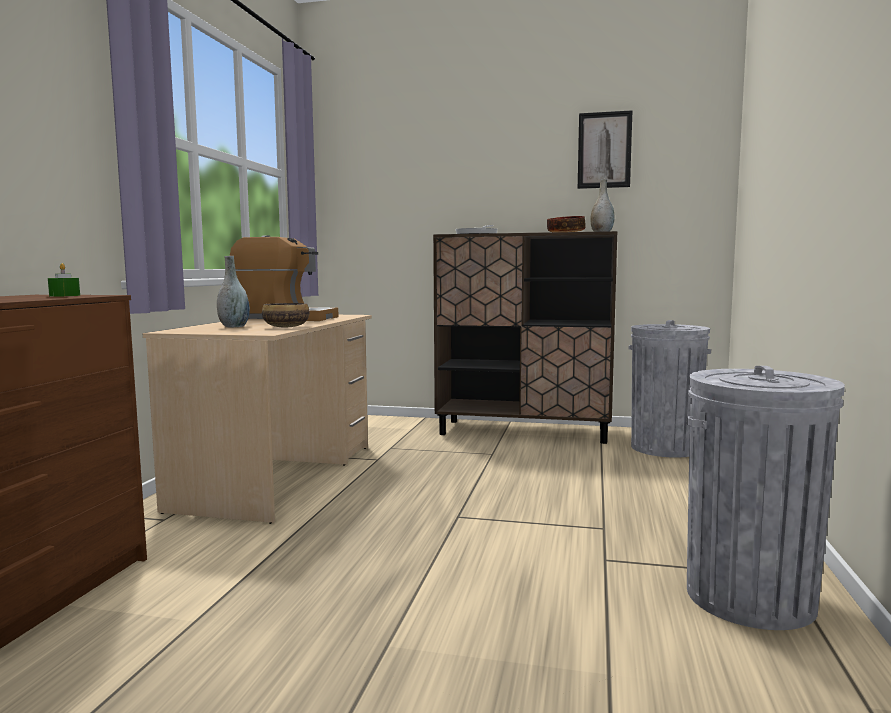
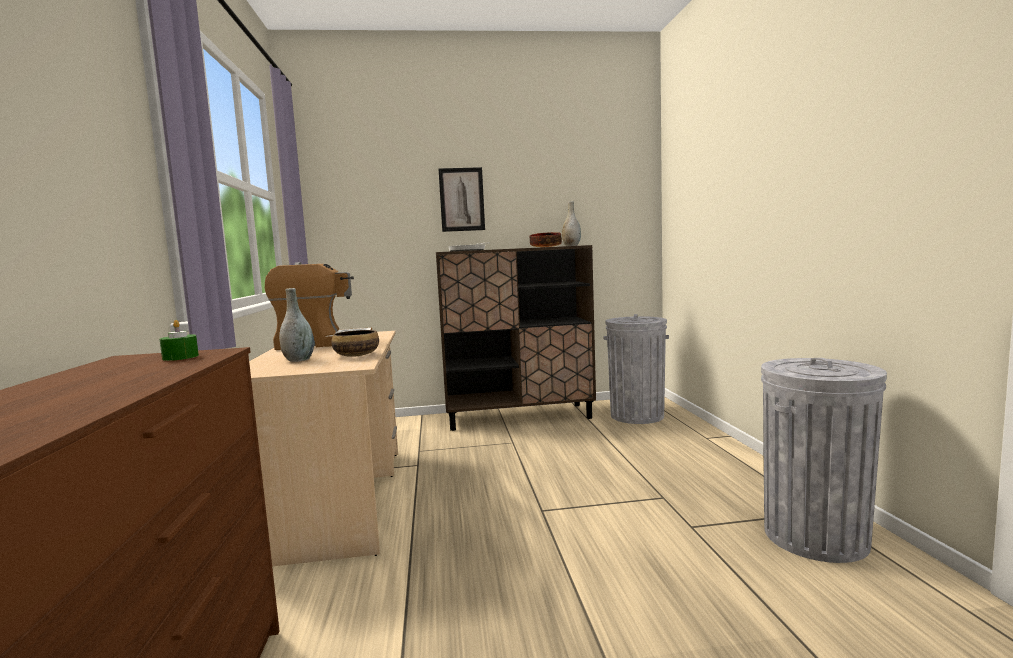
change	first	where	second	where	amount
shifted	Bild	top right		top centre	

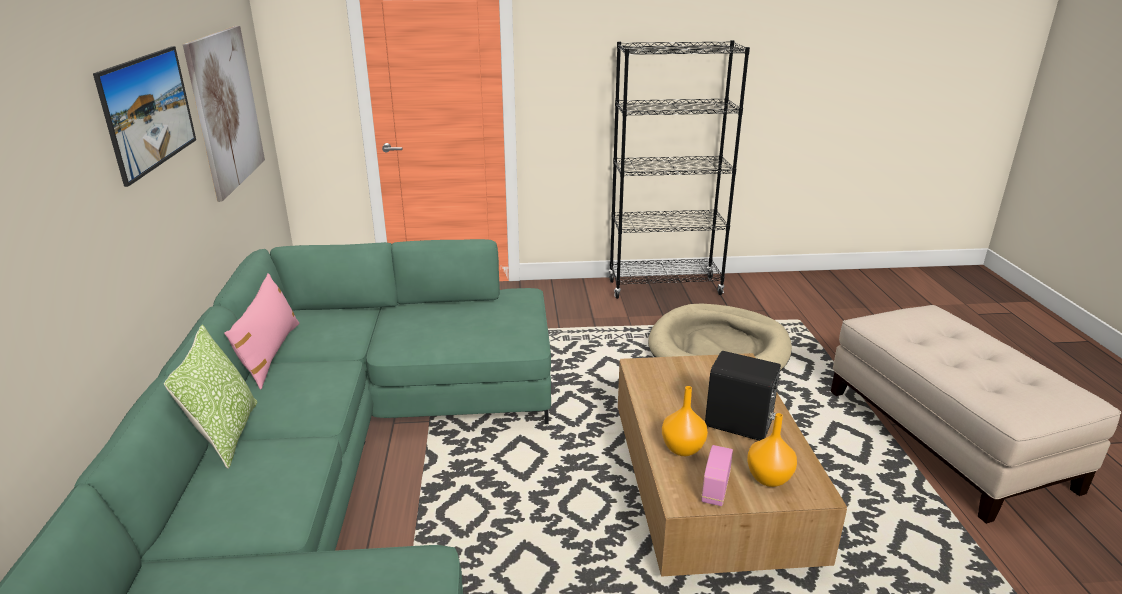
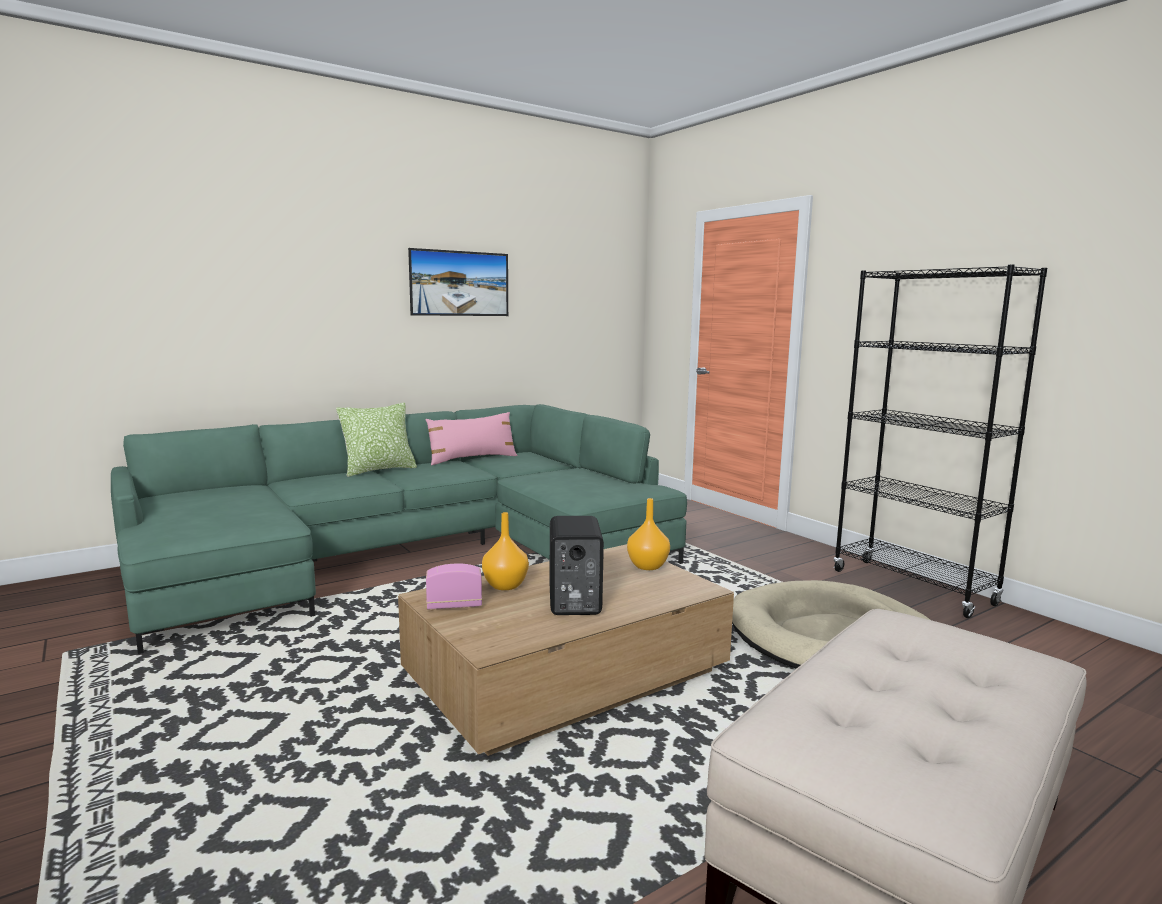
change	first	where	second	where	amount
gone	Bild (no. 2 from left)	top left			
shifted	Vase (orange) (no. 2 from left)	bottom right		centre	

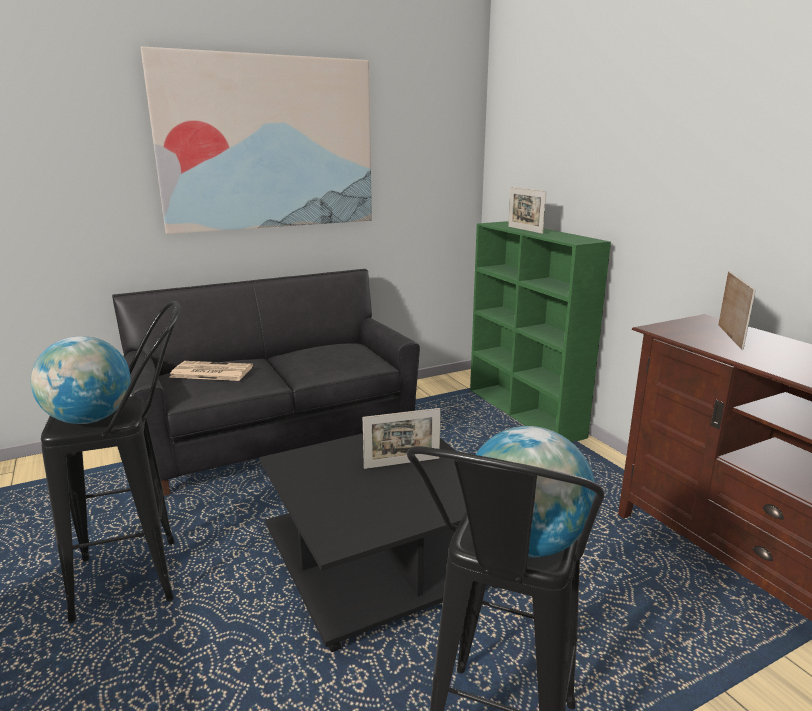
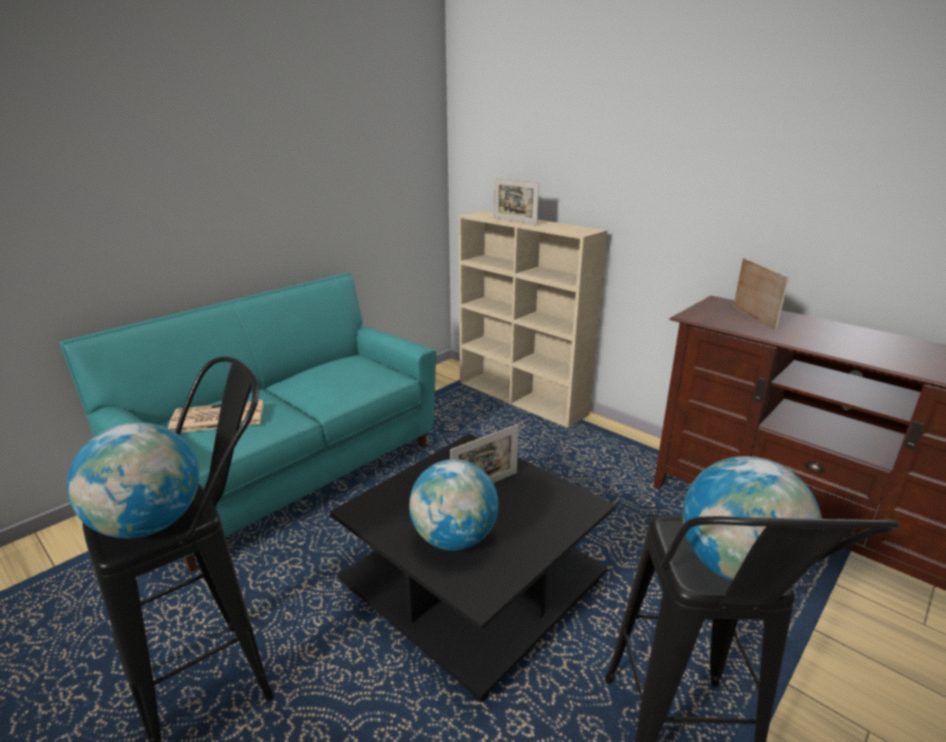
change	first	where	second	where	amount
gone	Bild	top left			
new			Globus (no. 2 from left)	bottom centre	
repainted	Sofa (schwarz)	middle left	Sofa (türkis)	middle left	
repainted	Bücherregal (grün)	centre	Bücherregal (beige)	centre	

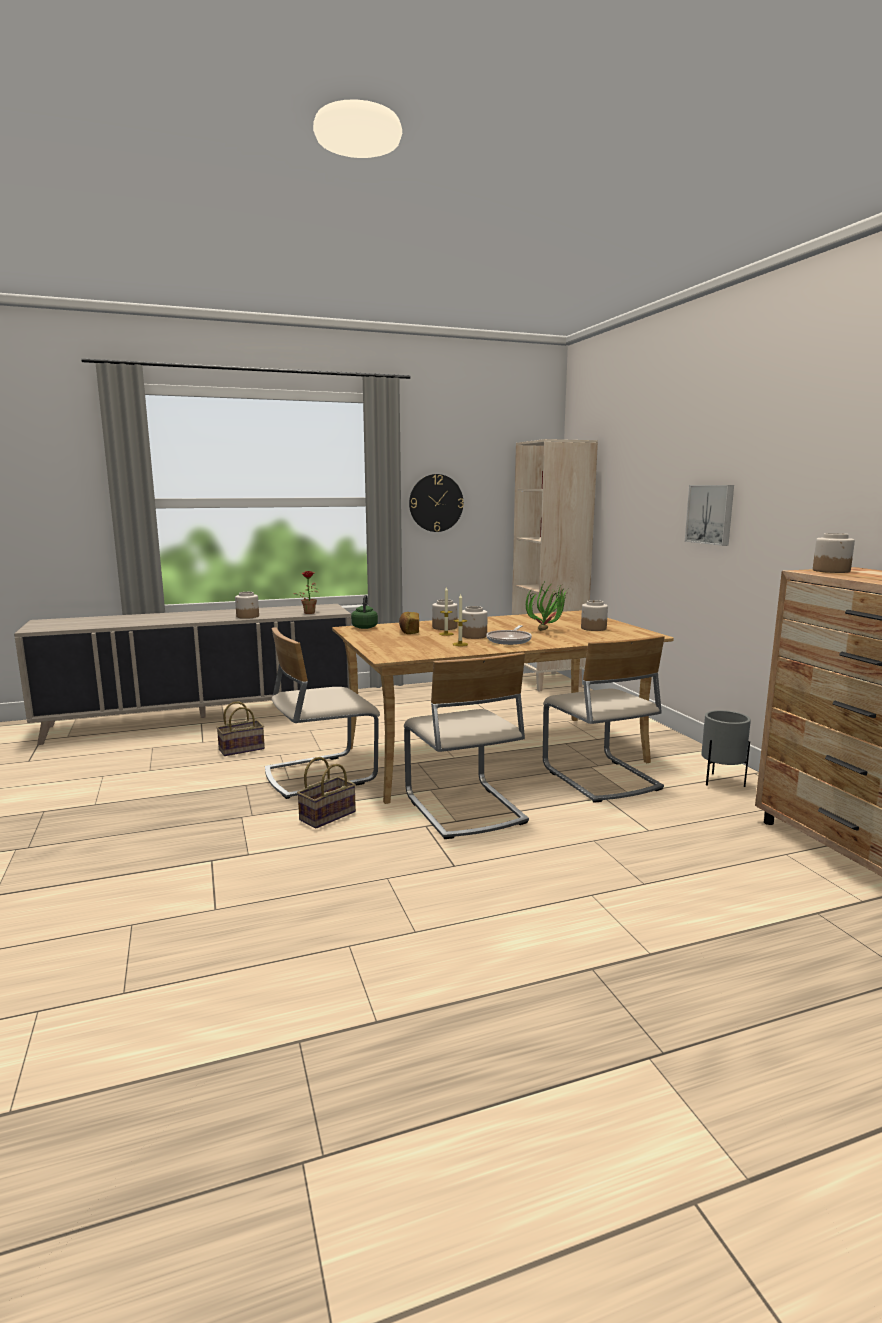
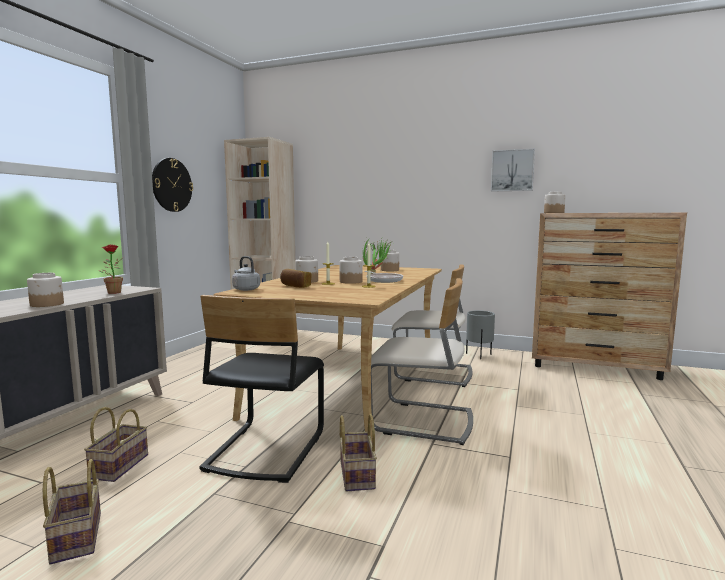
change	first	where	second	where	amount
new			Korb (no. 1 from left)	bottom left	
shifted	Bild	middle right		top right	
repainted	Stuhl (beige) (no. 1 from left)	centre	Stuhl (schwarz)	bottom centre	
repainted	Wasserkessel (grün)	centre	Wasserkessel (grau)	centre	

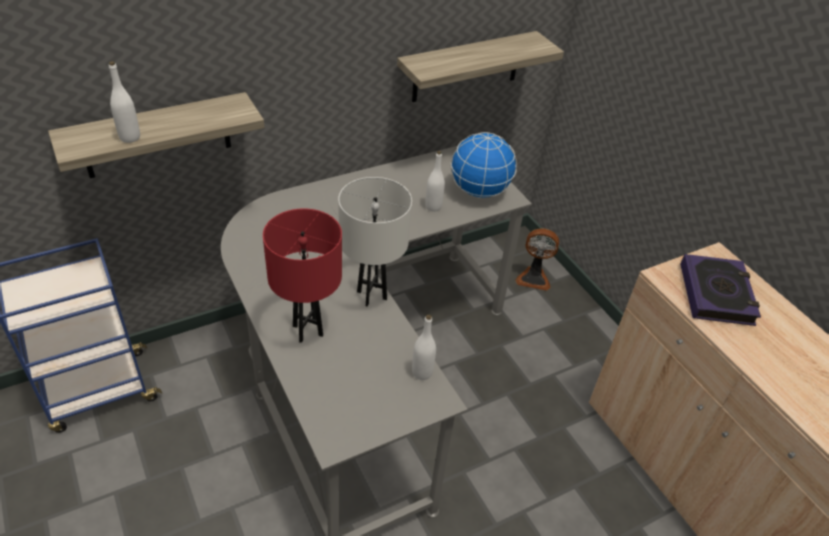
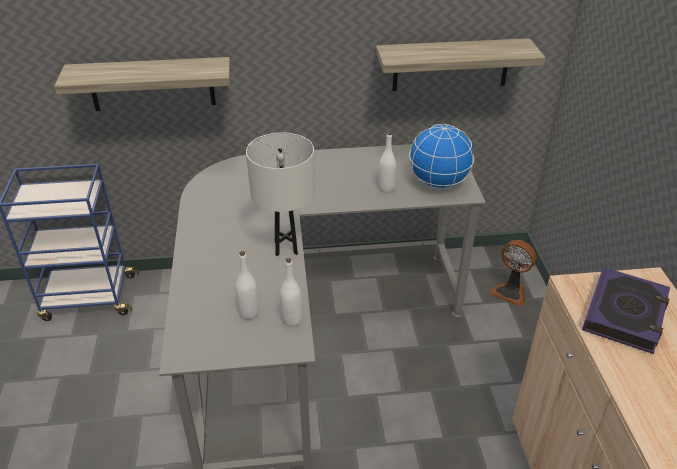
change	first	where	second	where	amount
gone	Tischlampe (rot)	centre			
shifted	Flasche (weiß) (no. 1 from left)	top left		centre	

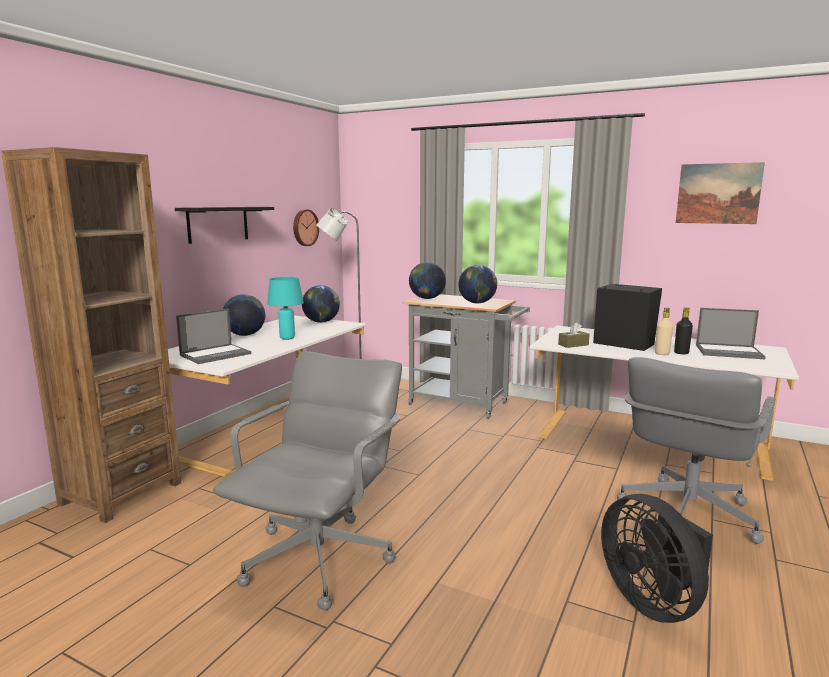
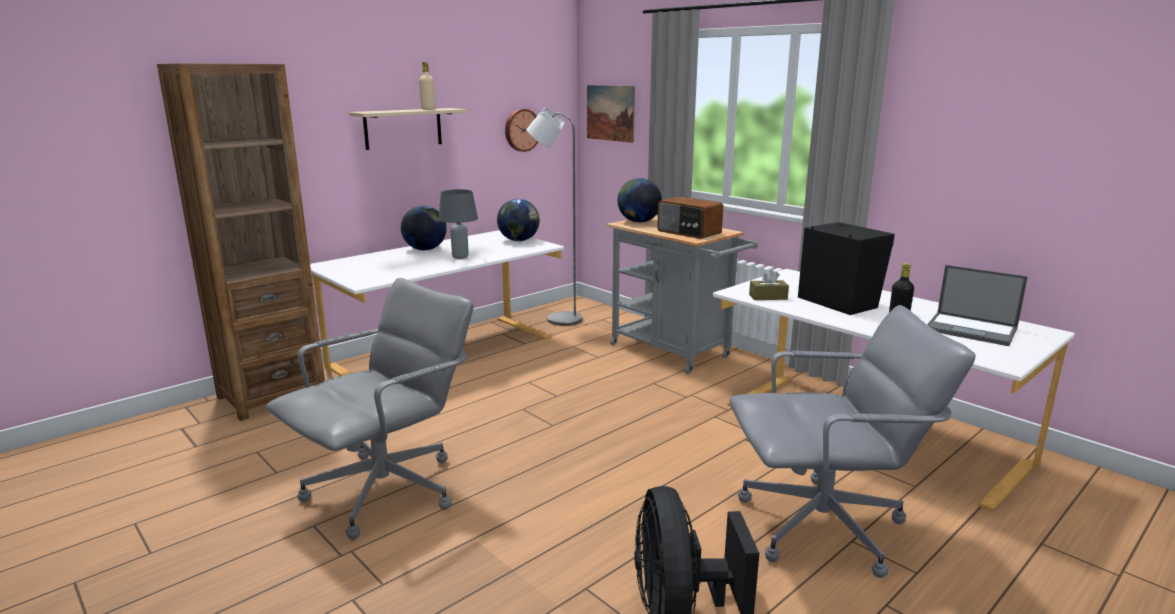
change	first	where	second	where	amount
gone	Laptop (no. 1 from left)	middle left			
shifted	Flasche (beige)	middle right		top centre	
shifted	Bild	top right		top centre	
swapped	Globus (no. 4 from left)	centre	Radio	centre	
repainted	Wandregal (schwarz)	top left	Wandregal (beige)	top centre	
repainted	Tischlampe (türkis)	centre	Tischlampe (grau)	centre	
rotated	Bürostuhl (grau) (no. 2 from left)	middle right		bottom right	150 degrees counterclockwise

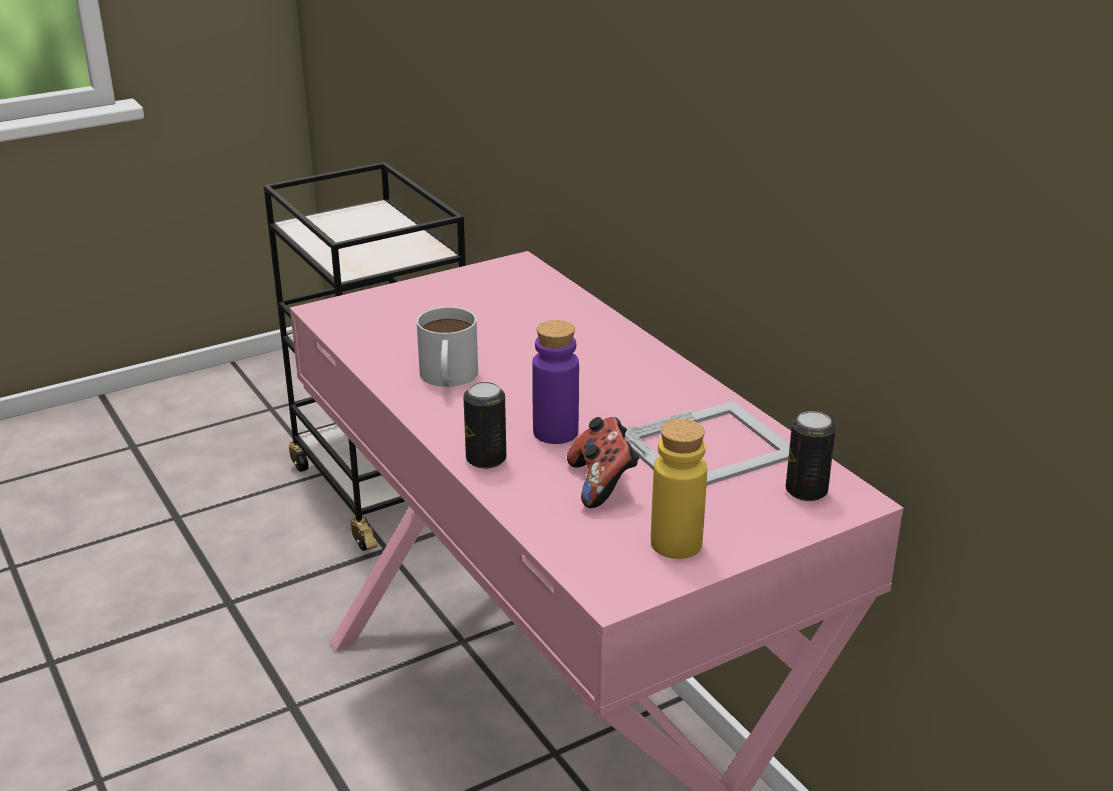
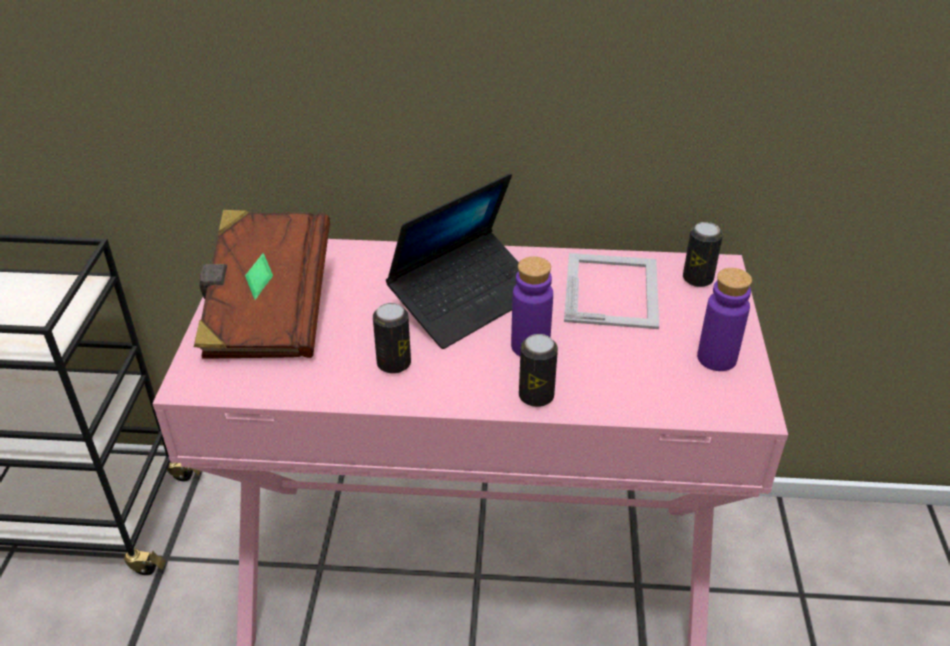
change	first	where	second	where	amount
gone	Gamepad	centre			
new			Buch (braun)	middle left	
new			Laptop	centre	
swapped	Henkelbecher (weiß)	centre	Dose (no. 1 from left)	centre	
repainted	Flasche (gelb)	centre	Flasche (lila) (no. 2 from left)	middle right	

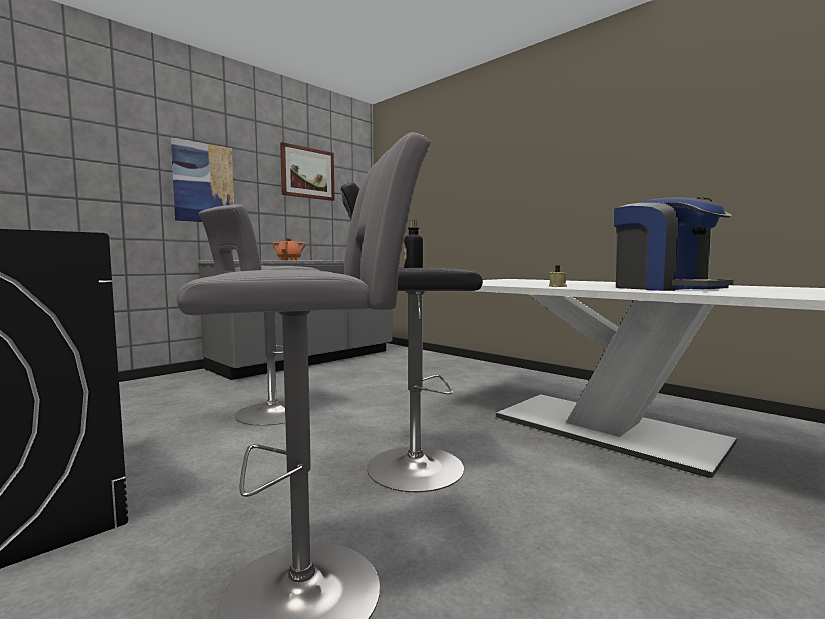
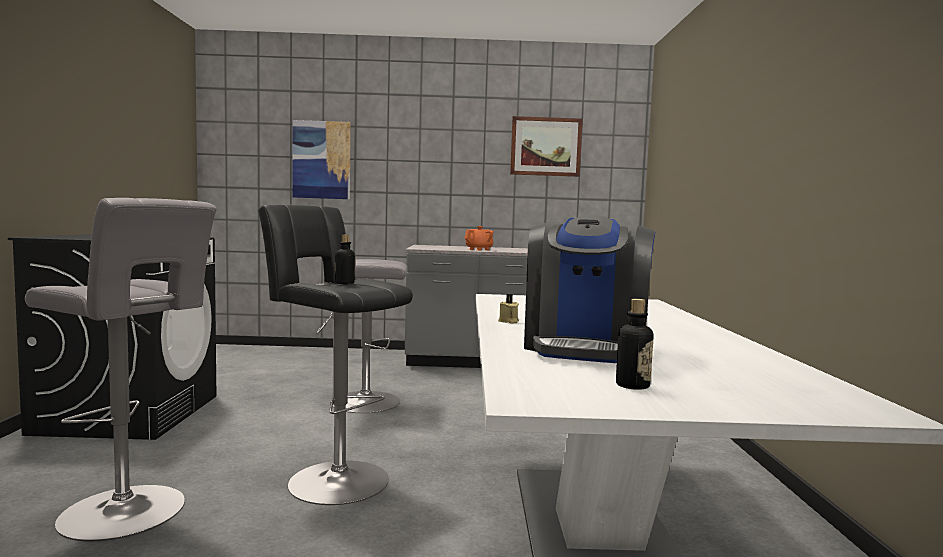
change	first	where	second	where	amount
new			Flasche (no. 2 from left)	middle right	
shifted	Bild (no. 1 from left)	top left		top centre	

